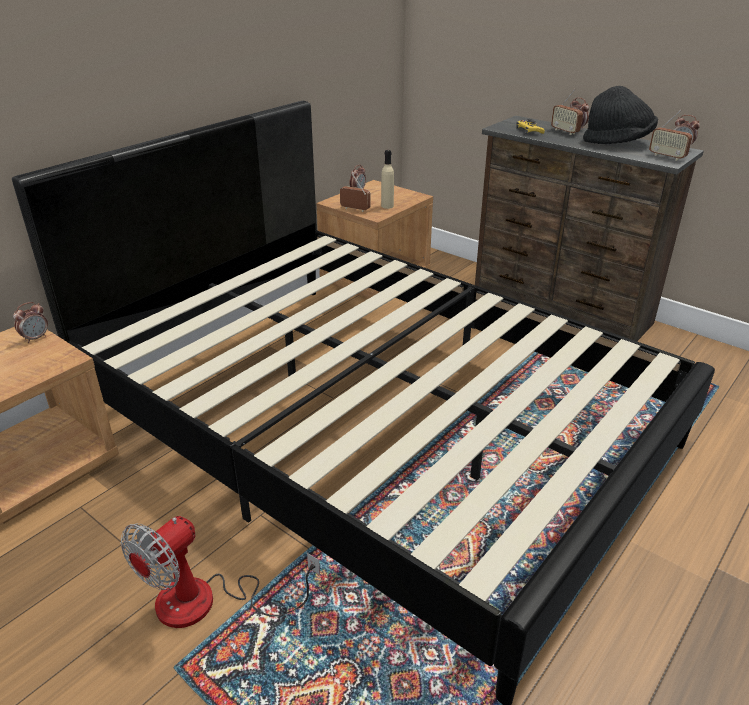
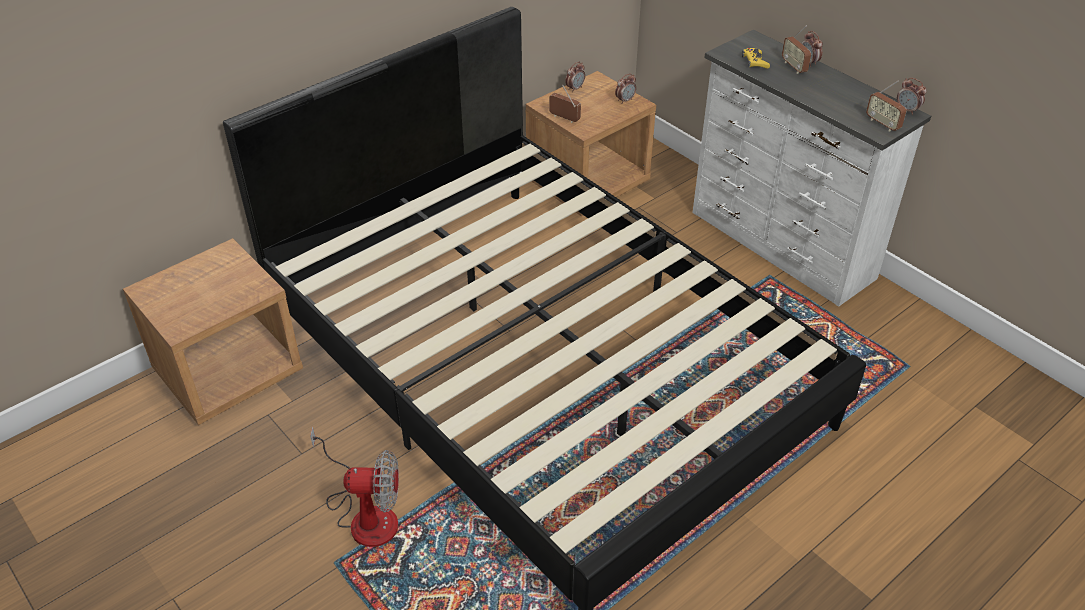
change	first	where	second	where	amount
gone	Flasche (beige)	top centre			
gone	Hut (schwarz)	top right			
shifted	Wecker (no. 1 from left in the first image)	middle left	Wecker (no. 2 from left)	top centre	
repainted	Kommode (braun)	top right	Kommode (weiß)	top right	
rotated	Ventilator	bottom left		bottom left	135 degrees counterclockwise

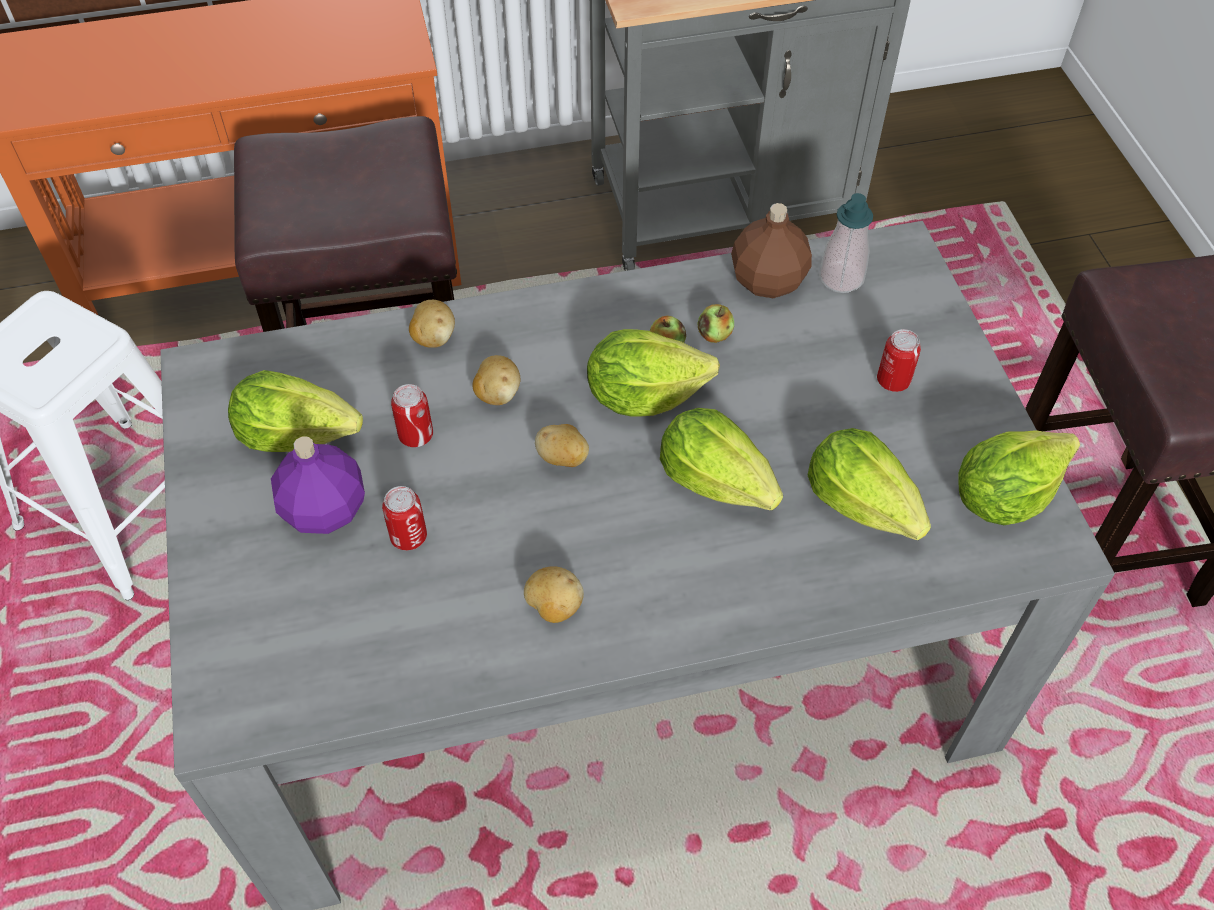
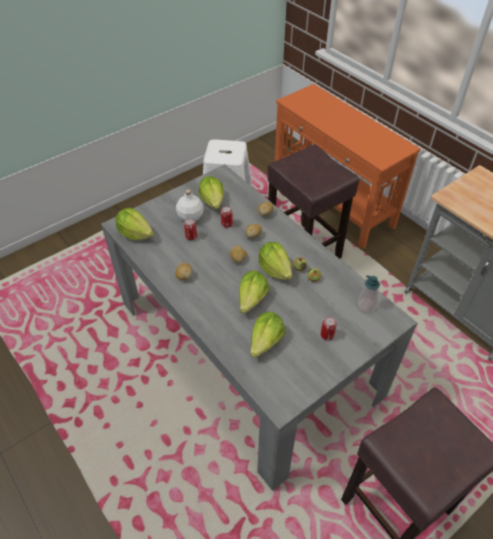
change	first	where	second	where	amount
gone	Flasche (braun)	top centre			
shifted	Salatkopf (no. 5 from left in the first image)	middle right	Salatkopf (no. 1 from left)	middle left	
repainted	Flasche (lila)	middle left	Flasche (weiß)	centre	

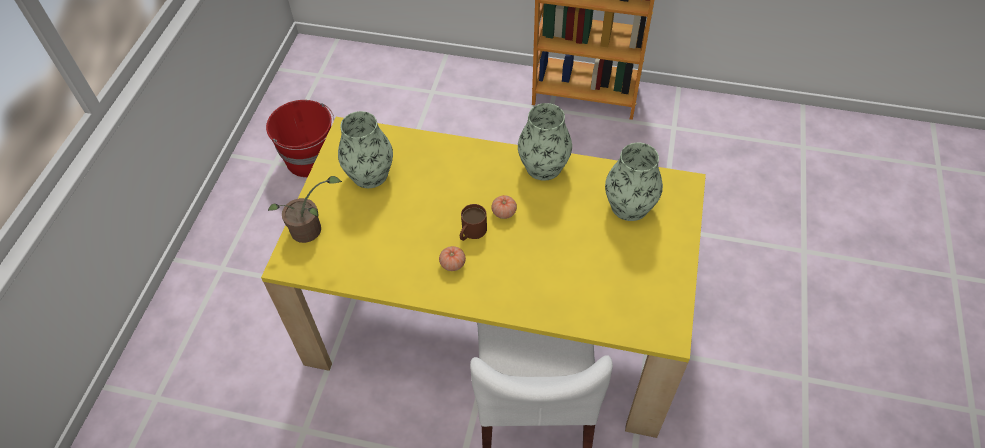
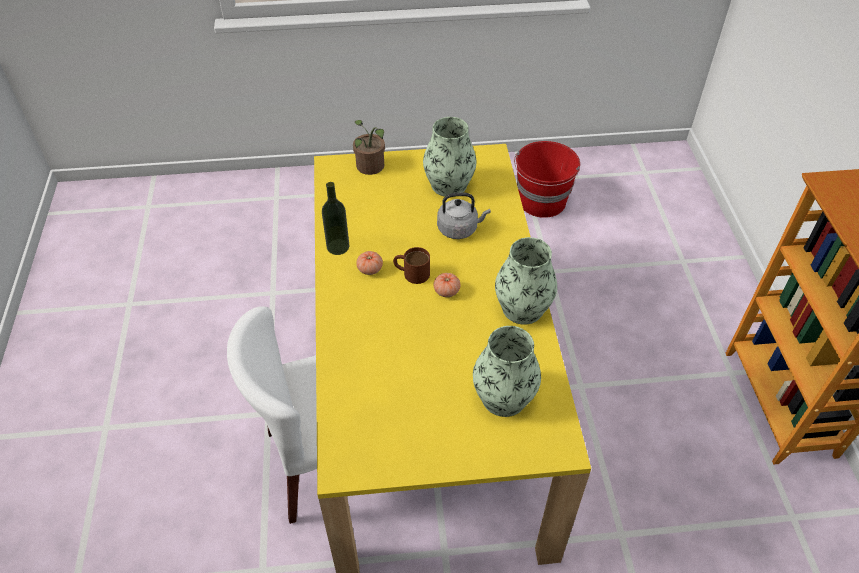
change	first	where	second	where	amount
new			Flasche	centre	
new			Wasserkessel (grau)	centre	

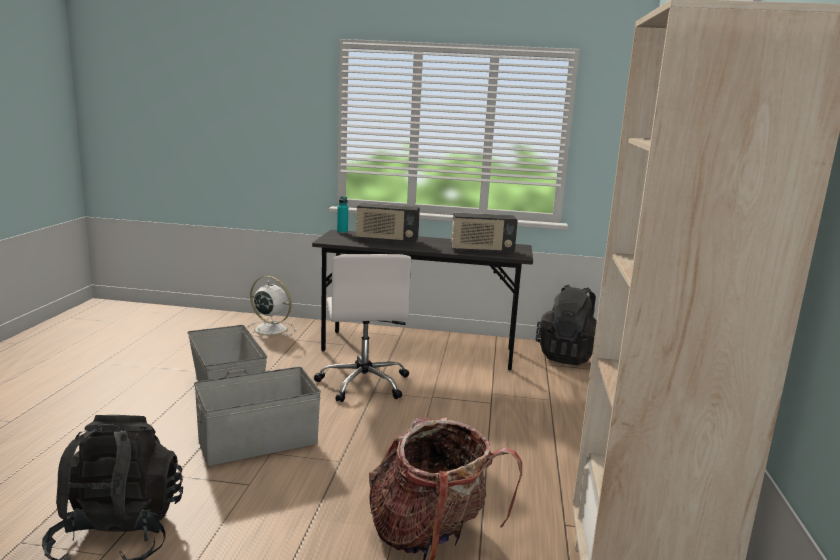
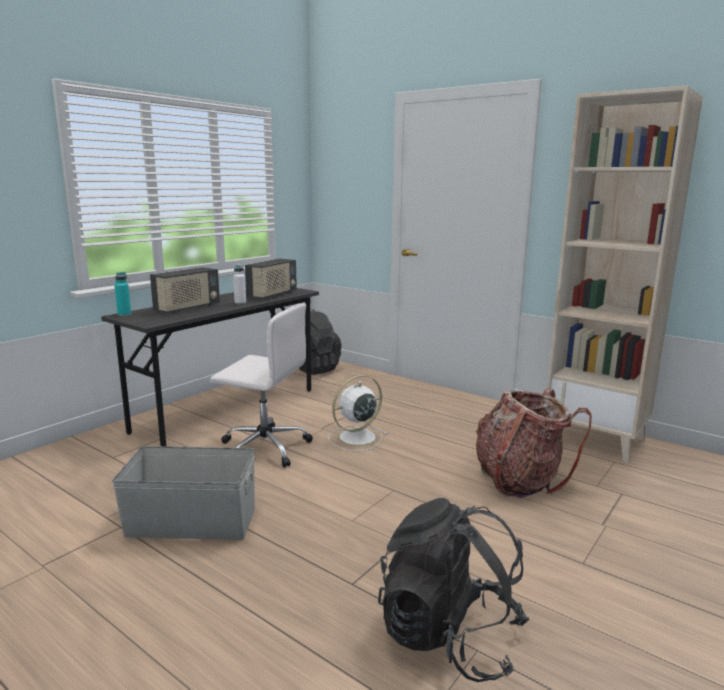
change	first	where	second	where	amount
gone	Aufbewahrungsbox (grau) (no. 2 from left)	bottom left			
new			Flasche (weiß)	middle left	
shifted	Ventilator (weiß)	middle left		centre	

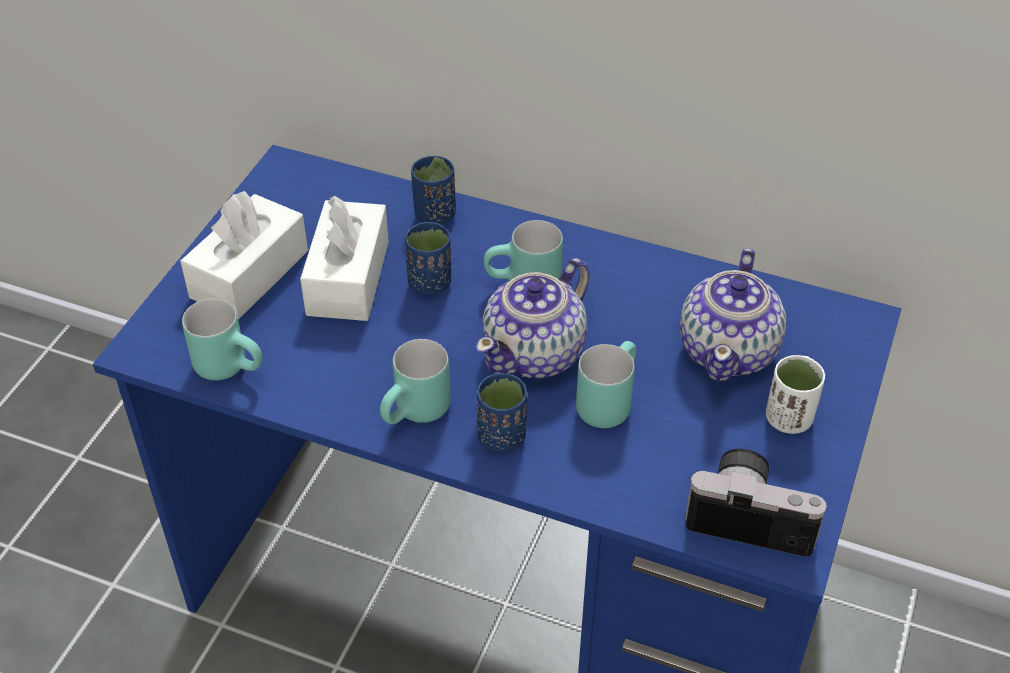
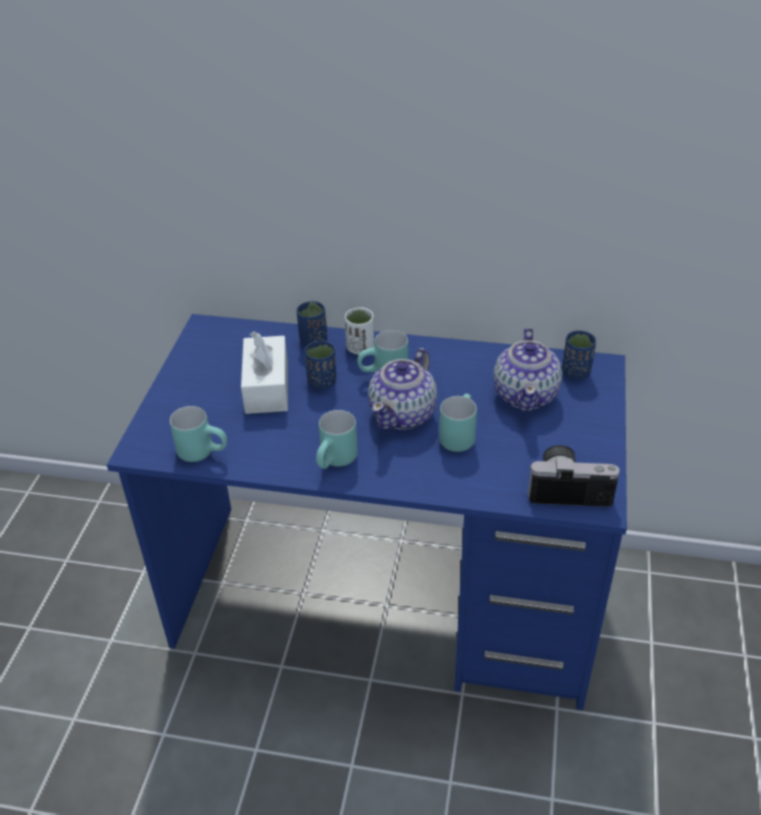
change	first	where	second	where	amount
gone	Taschentuchbox (weiß) (no. 1 from left)	middle left			
shifted	Tasse (blau) (no. 3 from left)	centre		middle right	
shifted	Tasse (weiß)	middle right		centre	

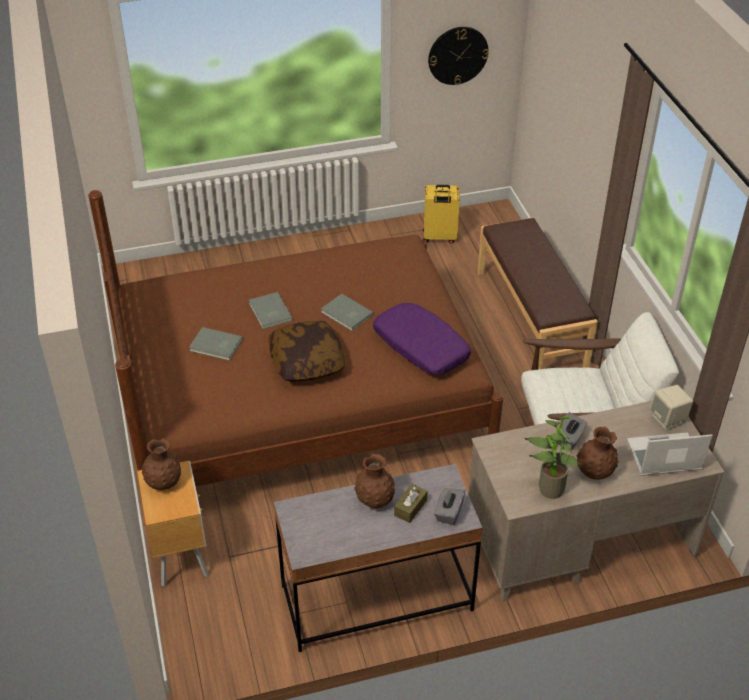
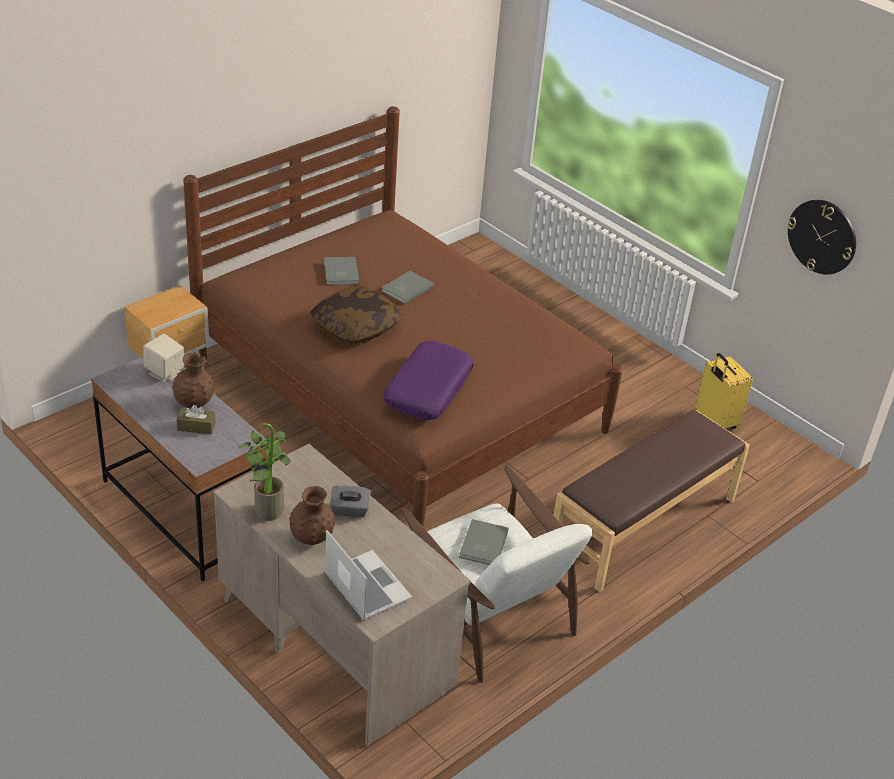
change	first	where	second	where	amount
gone	Vase (braun) (no. 1 from left)	middle left			
gone	Taschentuchbox (grau) (no. 1 from left)	bottom centre			
shifted	Buch (grau) (no. 3 from left)	centre		bottom centre	
shifted	Lautsprecher (beige)	middle right		middle left	

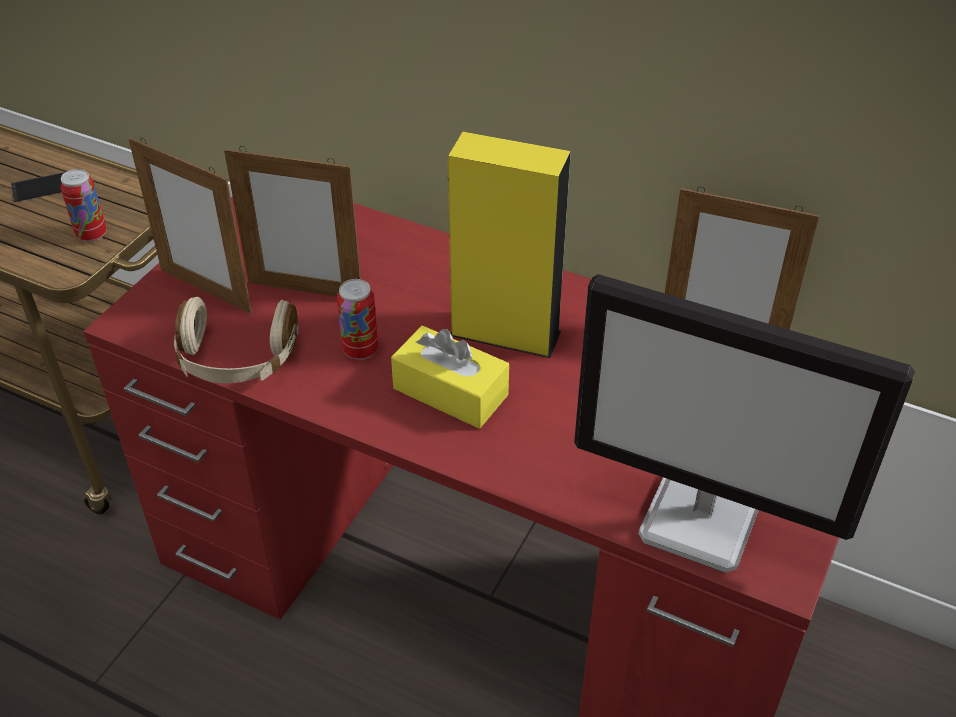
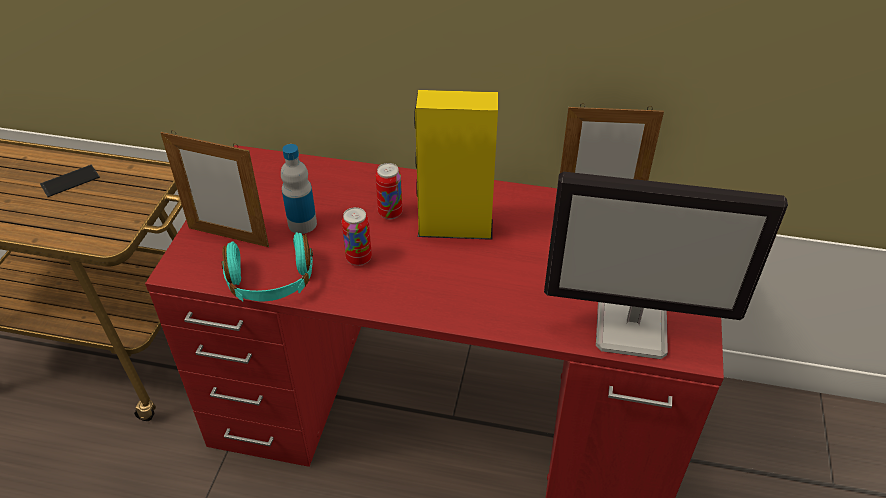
change	first	where	second	where	amount
gone	Taschentuchbox (gelb)	centre			
shifted	Dose (no. 1 from left in the first image)	top left	Dose (no. 2 from left)	centre	
swapped	Bilderrahmen (no. 2 from left)	top left	Flasche	centre	
repainted	Kopfhörer (beige)	middle left	Kopfhörer (türkis)	middle left	

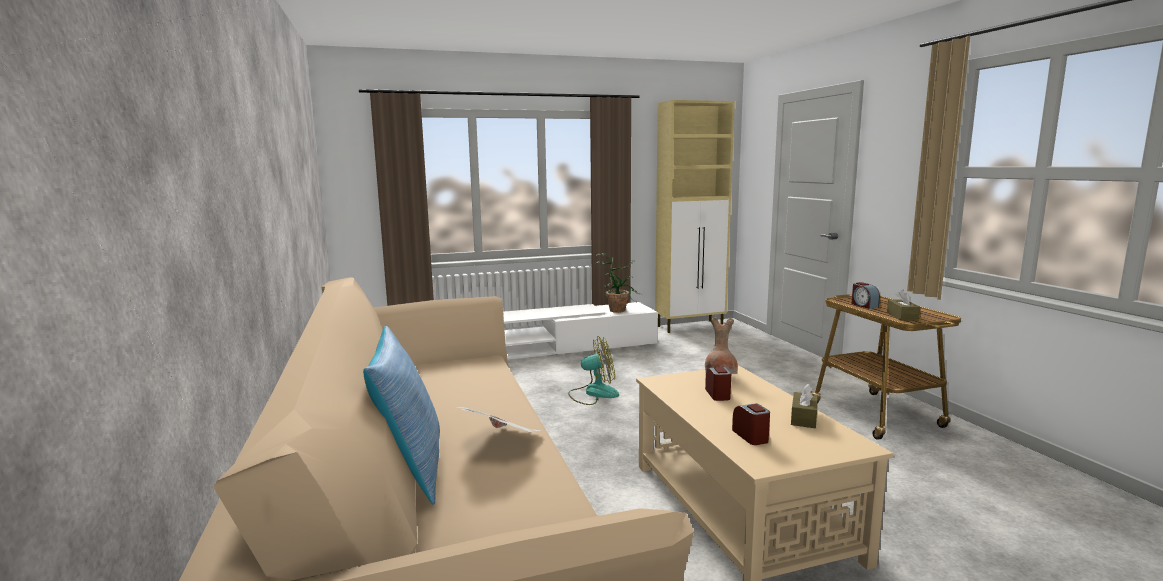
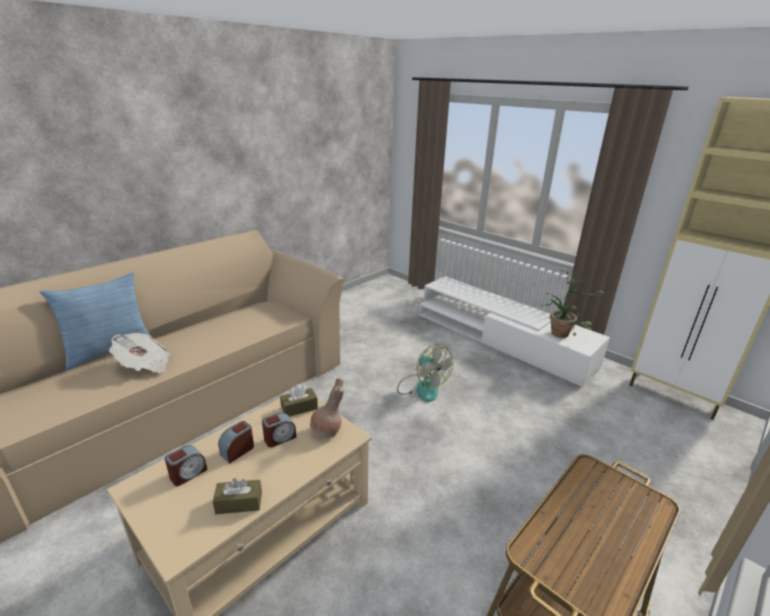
change	first	where	second	where	amount
shifted	Wecker (no. 3 from left in the first image)	middle right	Wecker (no. 2 from left)	bottom left	
shifted	Taschentuchbox (braun) (no. 2 from left)	middle right		centre	

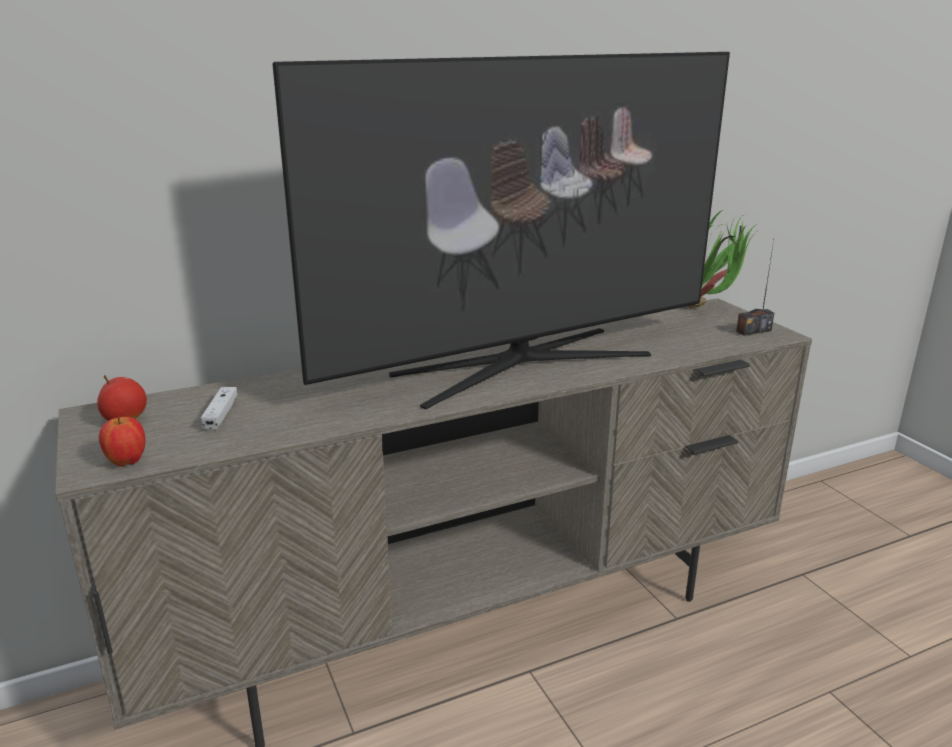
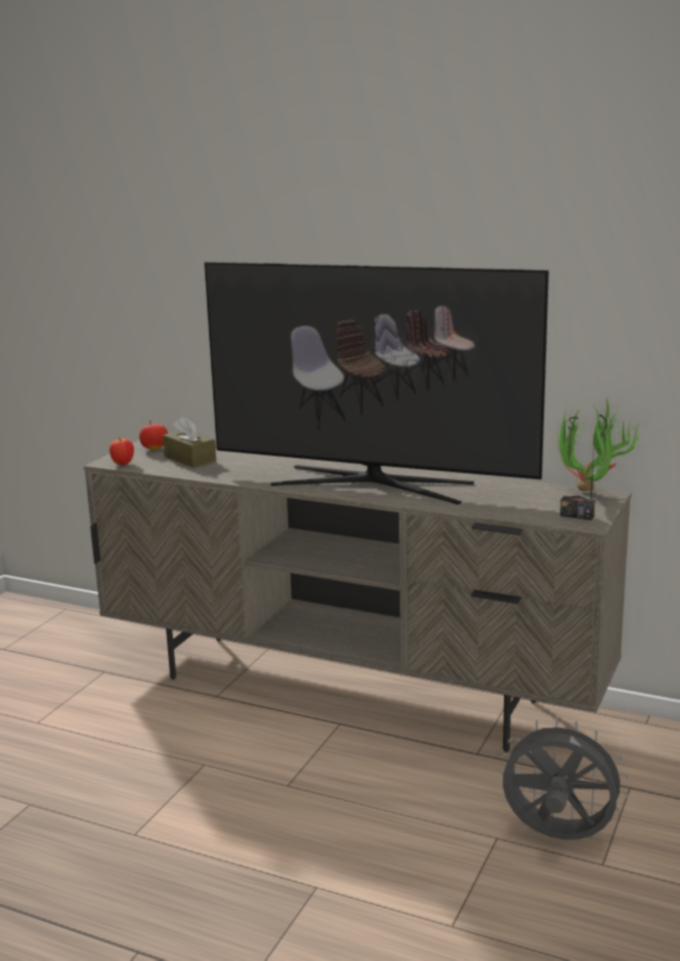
change	first	where	second	where	amount
new			Ventilator (grau)	bottom right	
swapped	Gamepad (weiß)	middle left	Taschentuchbox (braun)	middle left	

